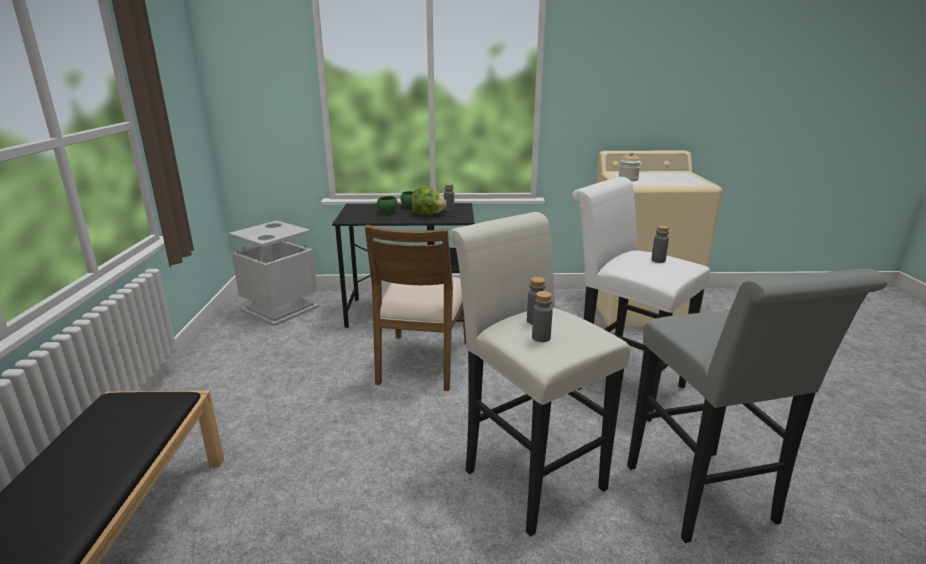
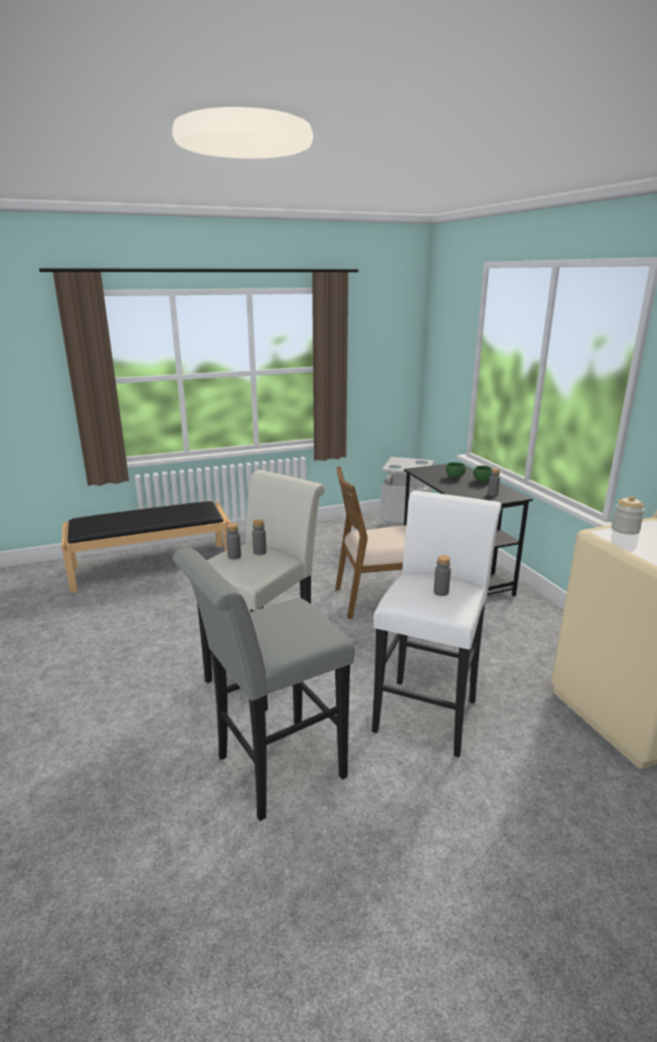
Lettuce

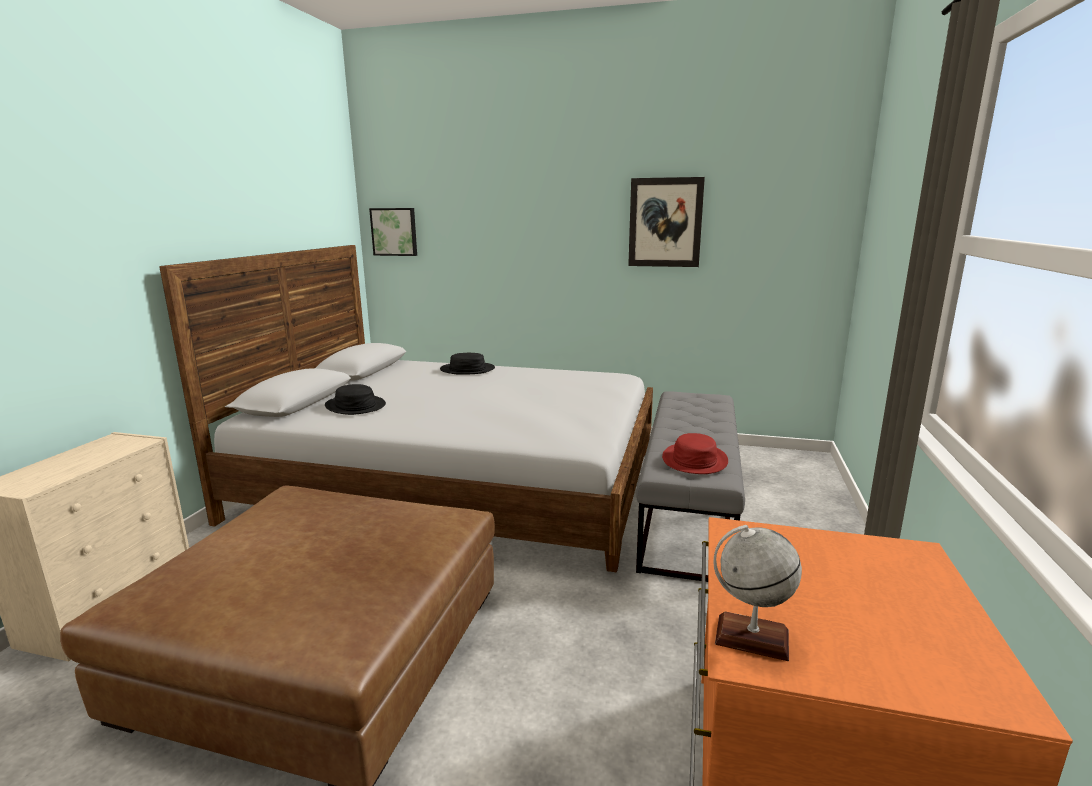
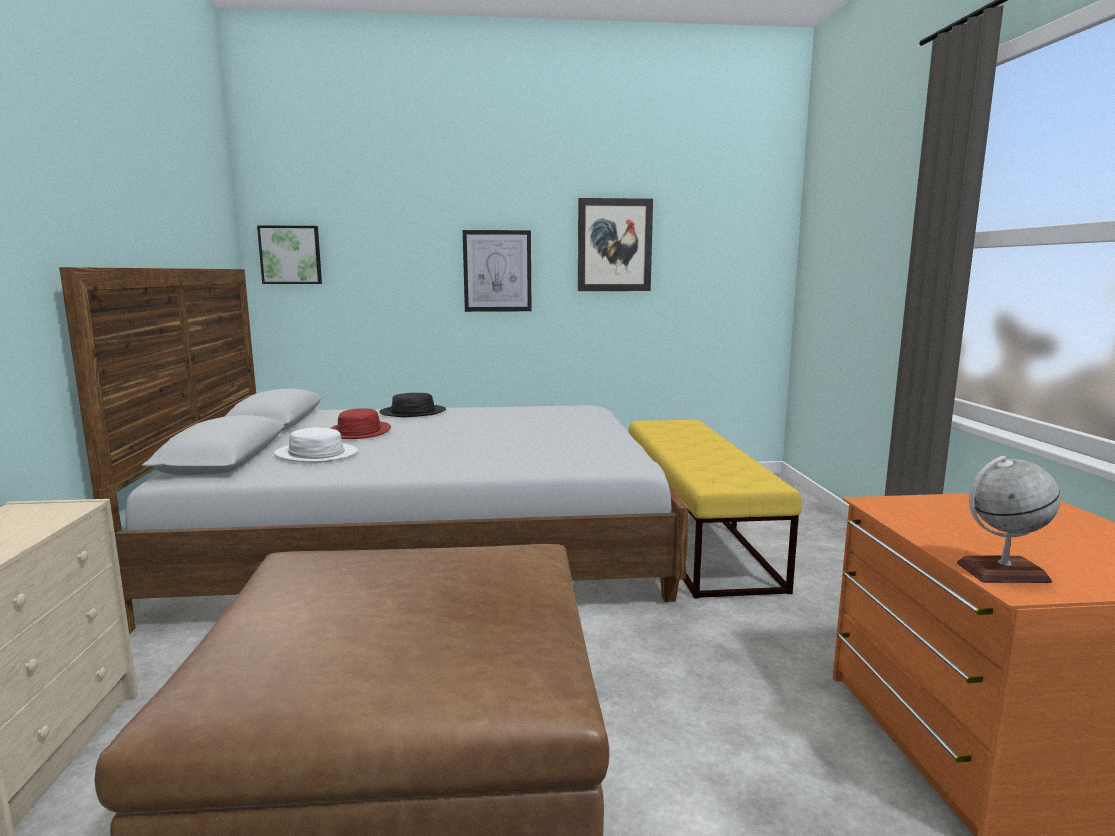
WhiteColouredWearableHat; YellowLongSeat; ReddishWearableHat; Picture (no. 2 from left)

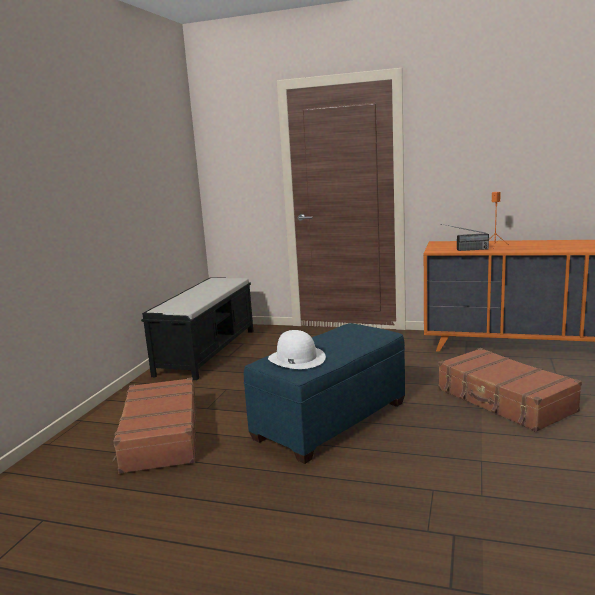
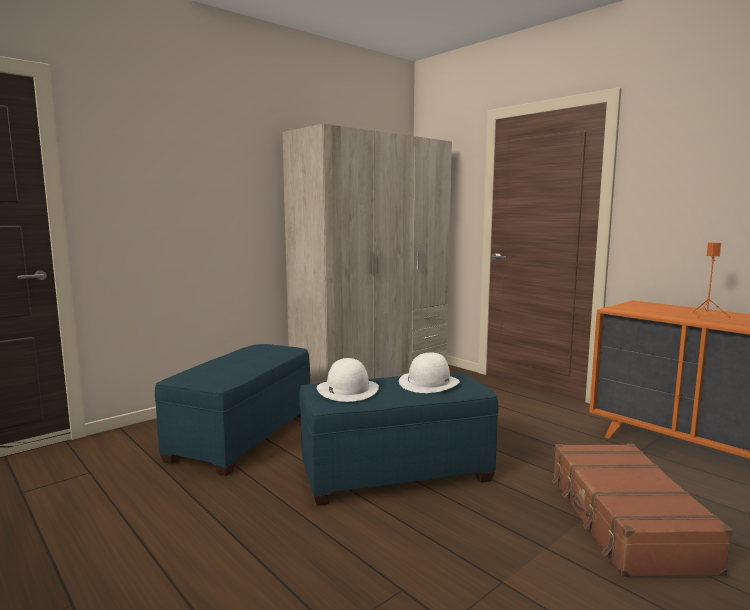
RadioReceiver; SandColouredWardrobe; BluishFootrest (no. 1 from left); WhiteColouredWearableHat (no. 2 from left)

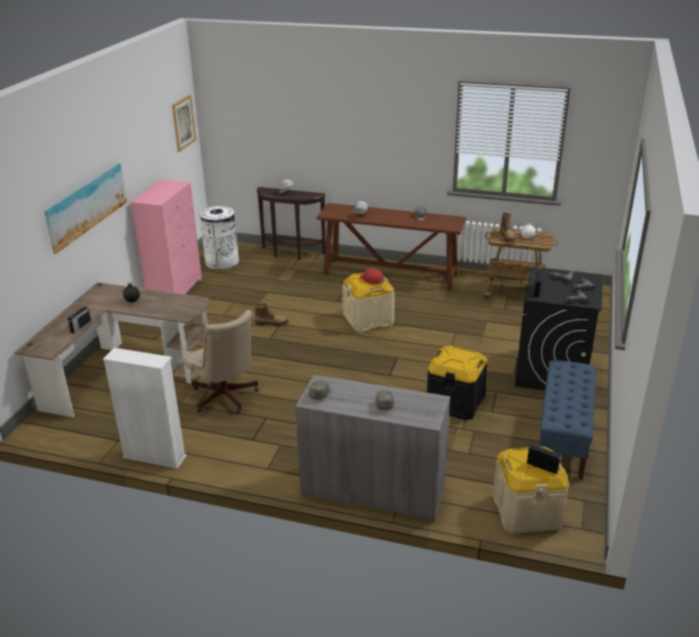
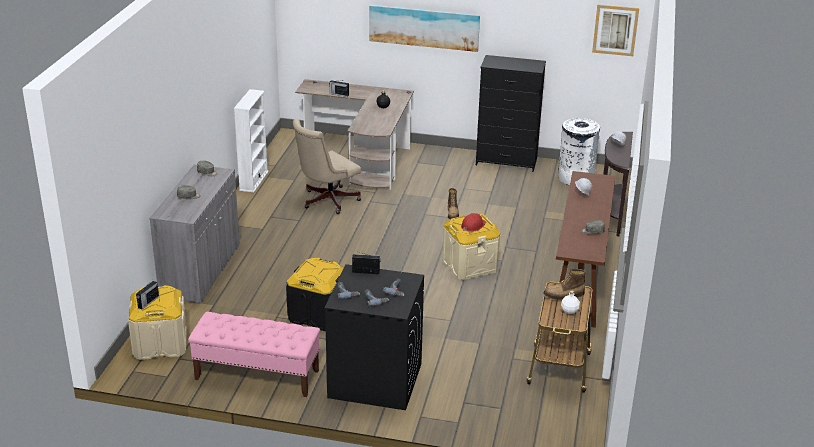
BlackChestOfDrawers; PinkishLongSeat

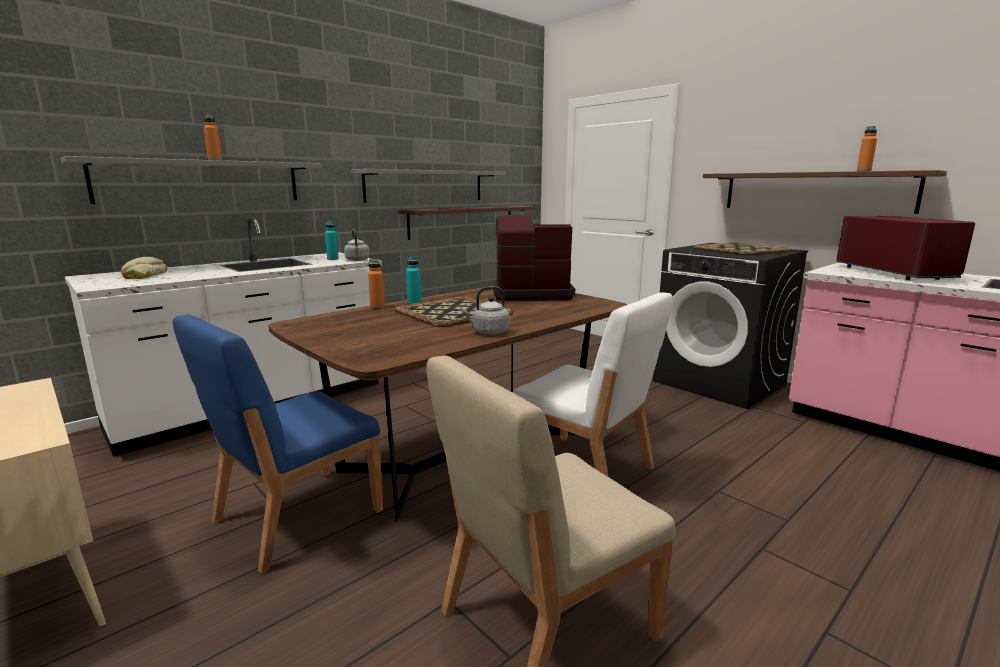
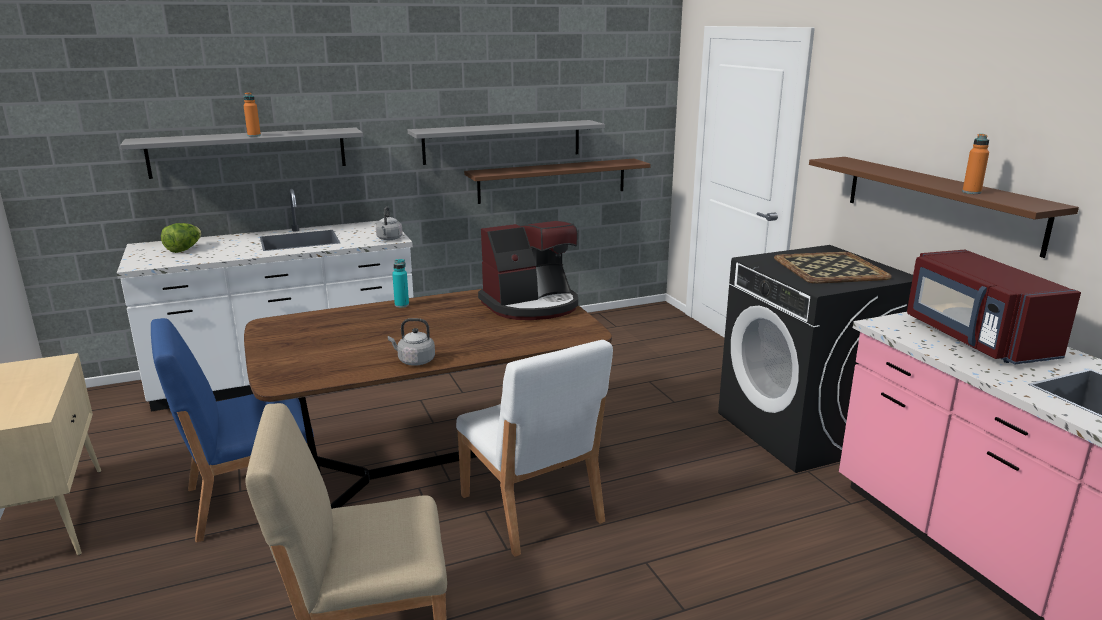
CoffeeMachine; ReddishKitchenMicrowave; TurquoiseColouredBeverageBottle (no. 1 from left in the first image); Lettuce; OrangeBeverageBottle (no. 2 from left in the first image); Tray (no. 1 from left in the first image)

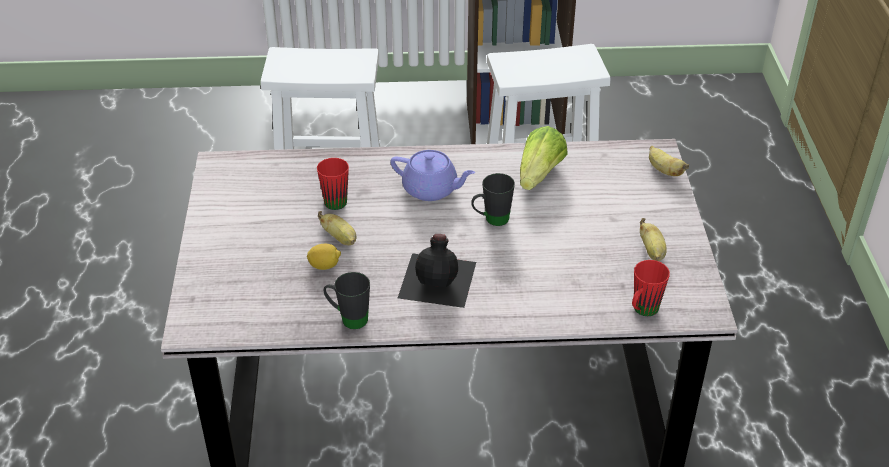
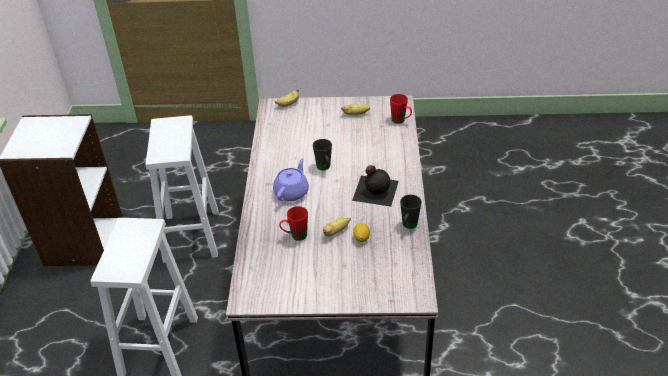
Lettuce

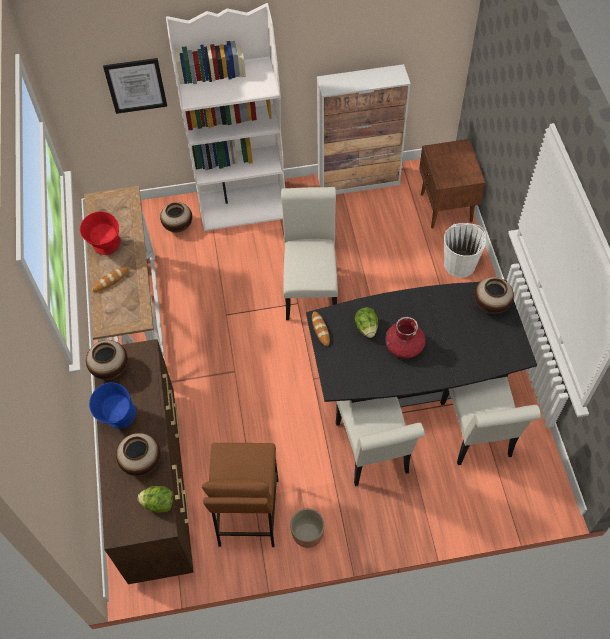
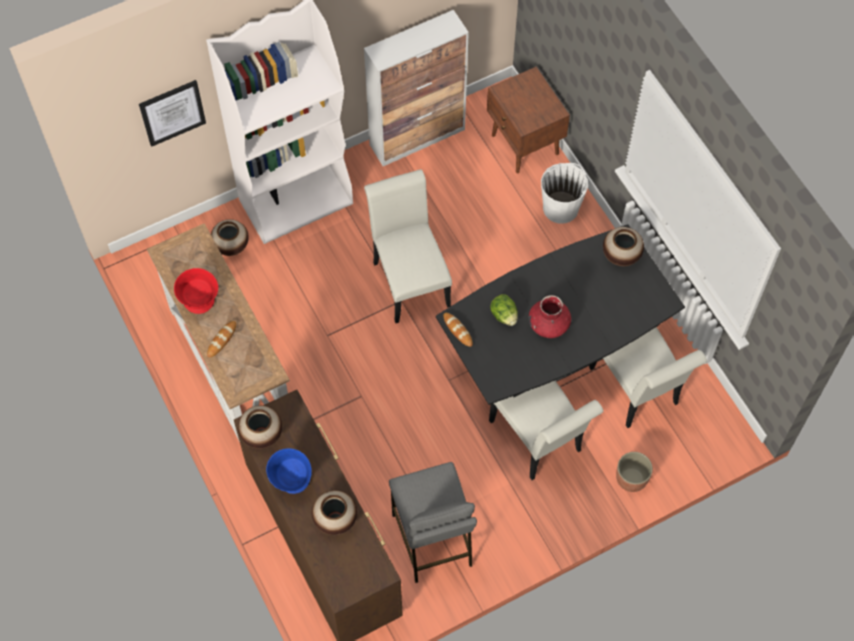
GreyStool; Lettuce (no. 1 from left in the first image); PlantPot

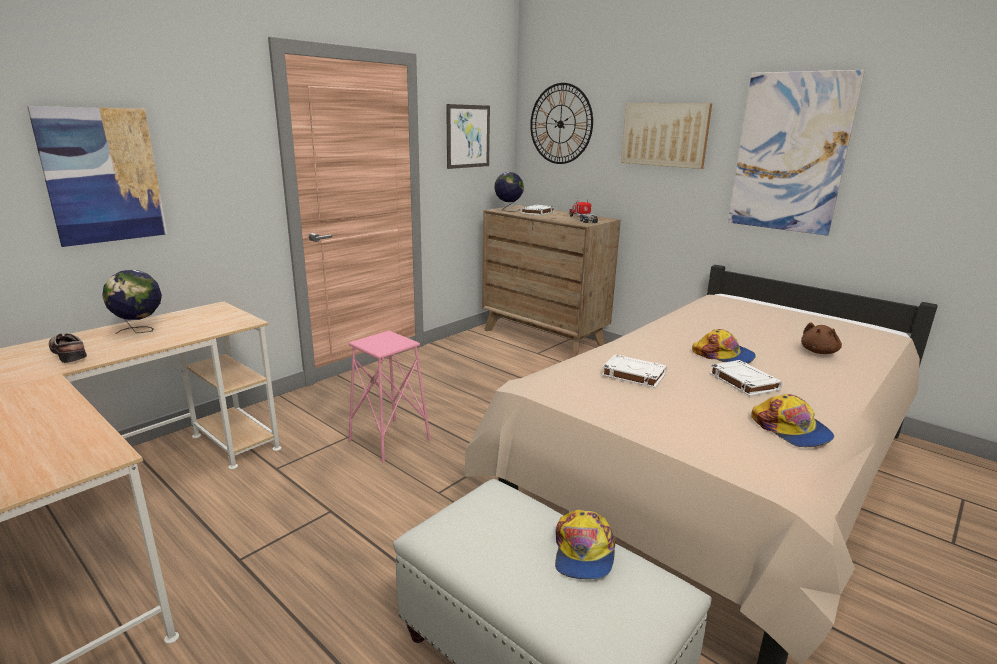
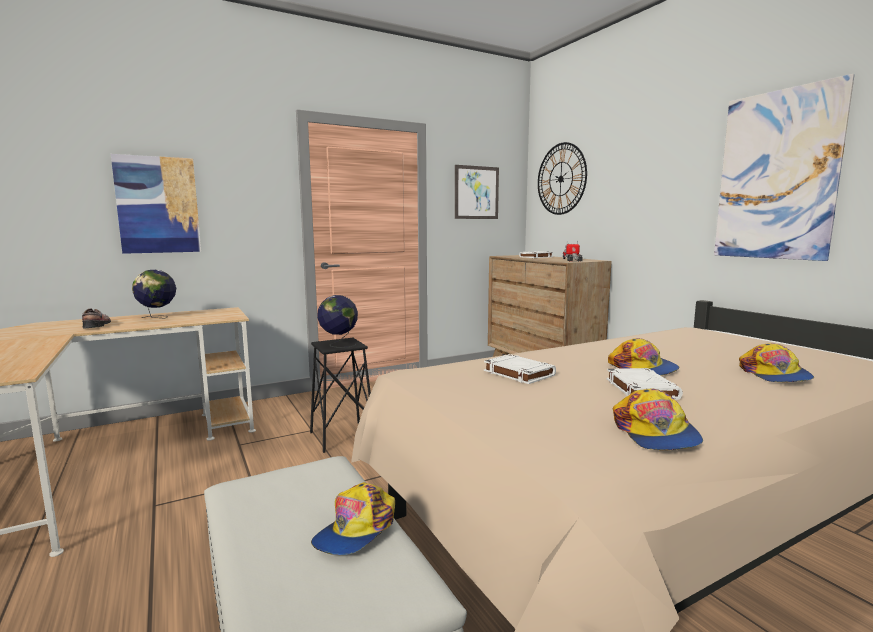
Picture (no. 3 from left in the first image); DeskGlobe (no. 2 from left); BaseballCap (no. 4 from left); BlackStool

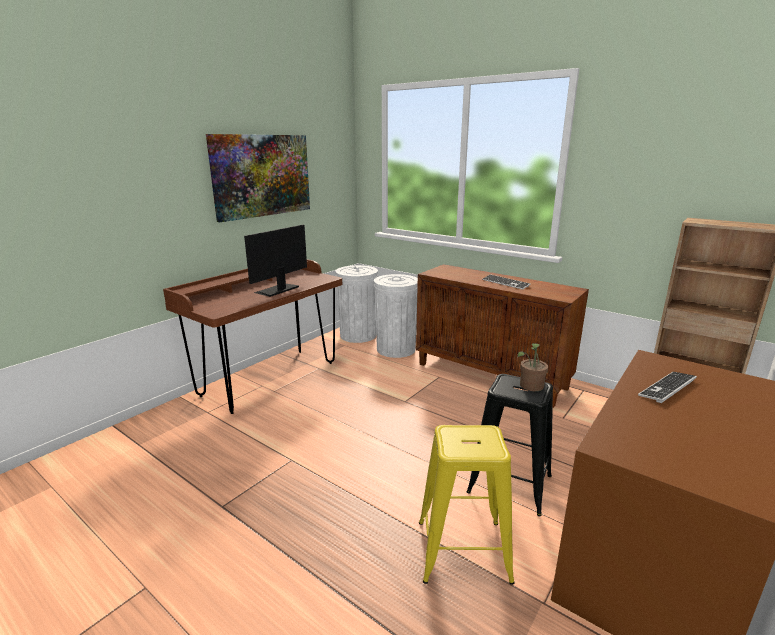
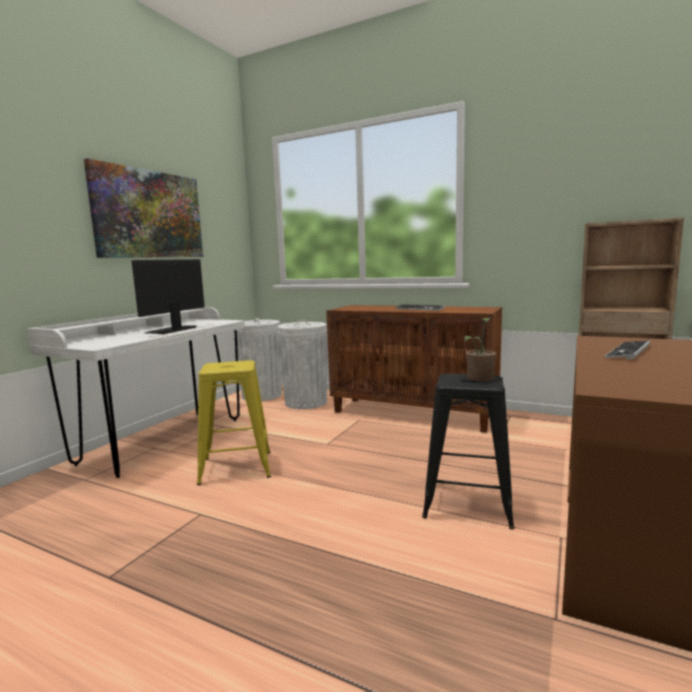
WhiteColouredDesk; YellowStool

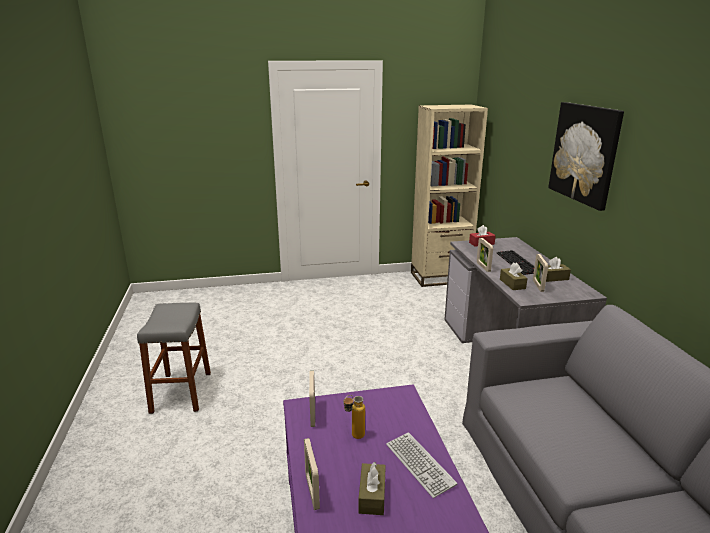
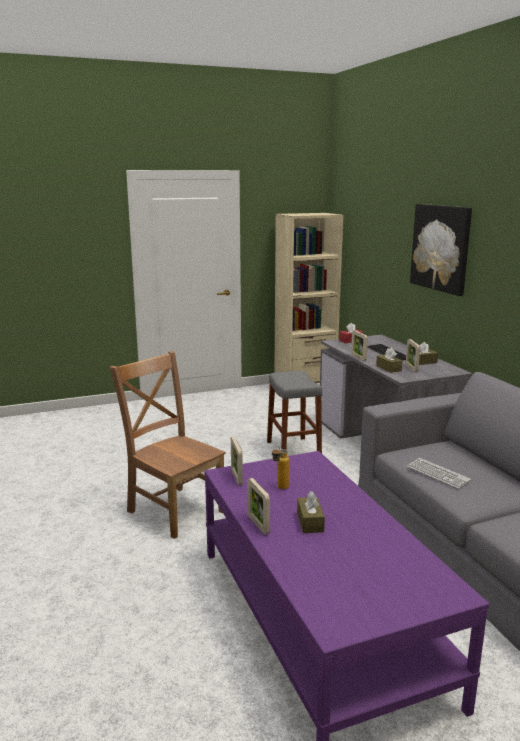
GreyStool; Keyboard (no. 2 from left); BrownPlainChair

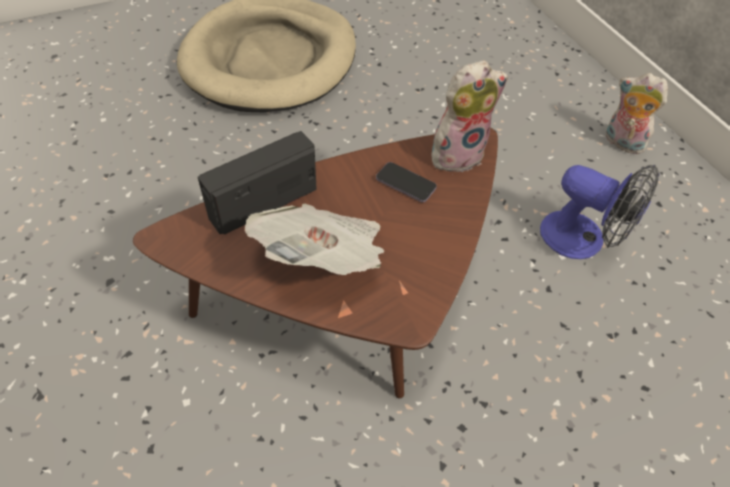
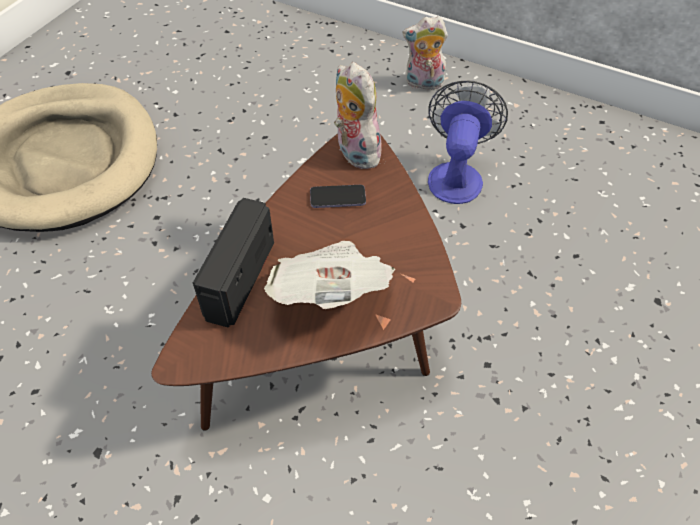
SoftToy (no. 1 from left); ElectricFan

